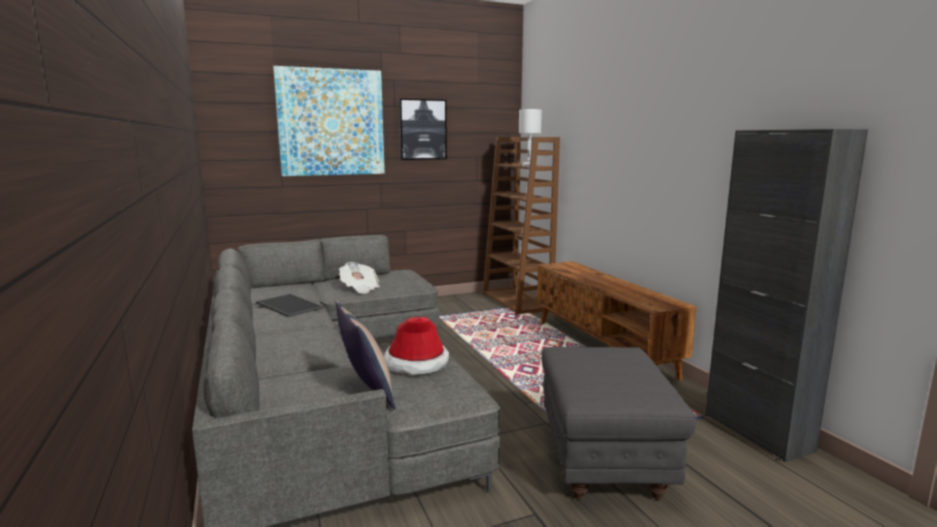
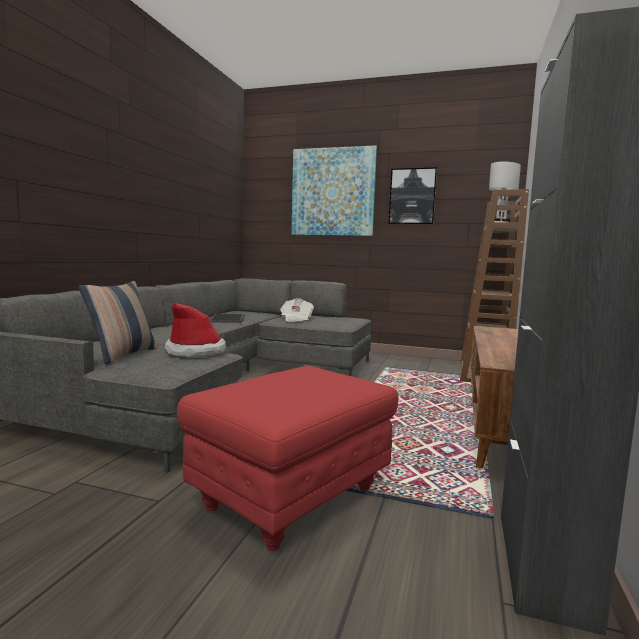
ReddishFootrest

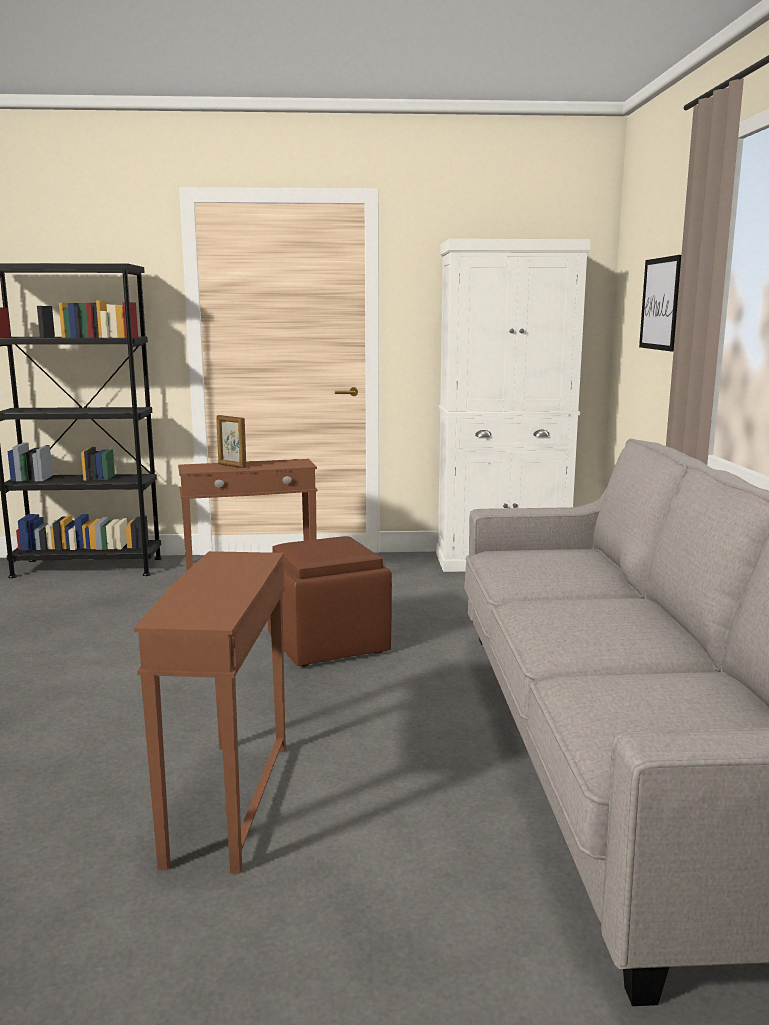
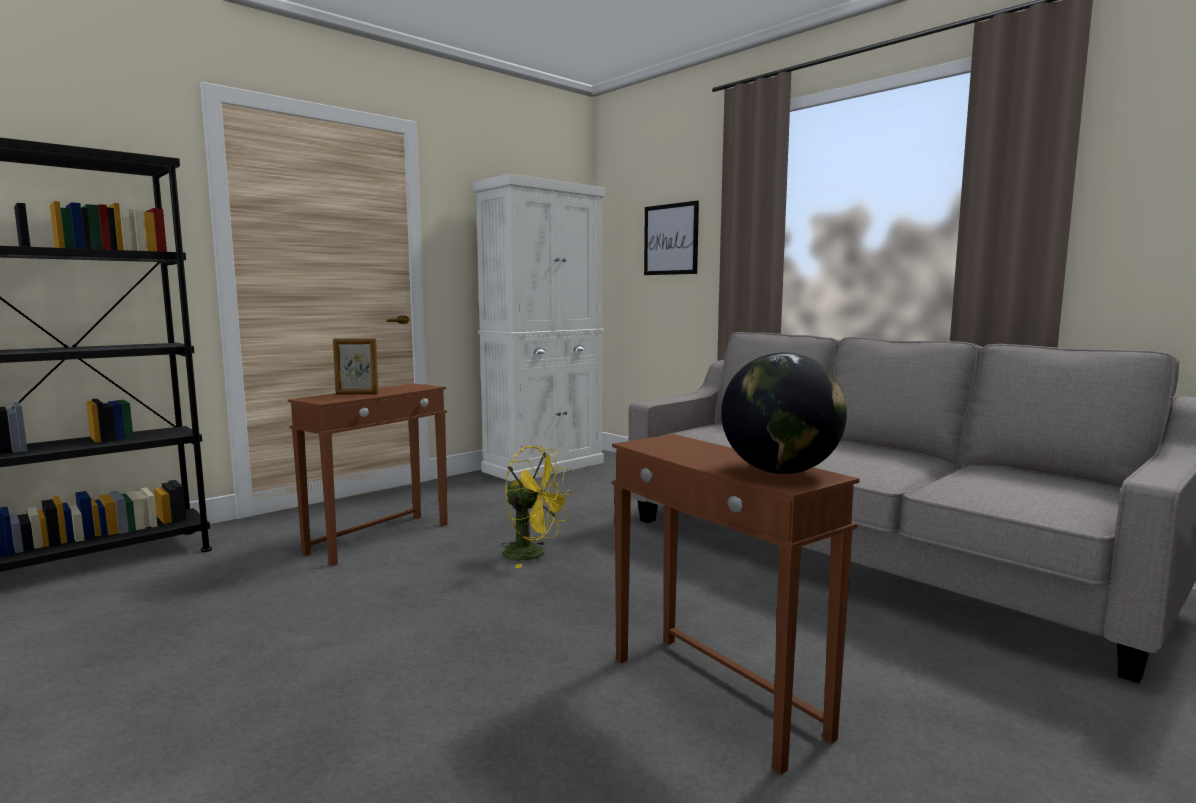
YellowElectricFan; DeskGlobe

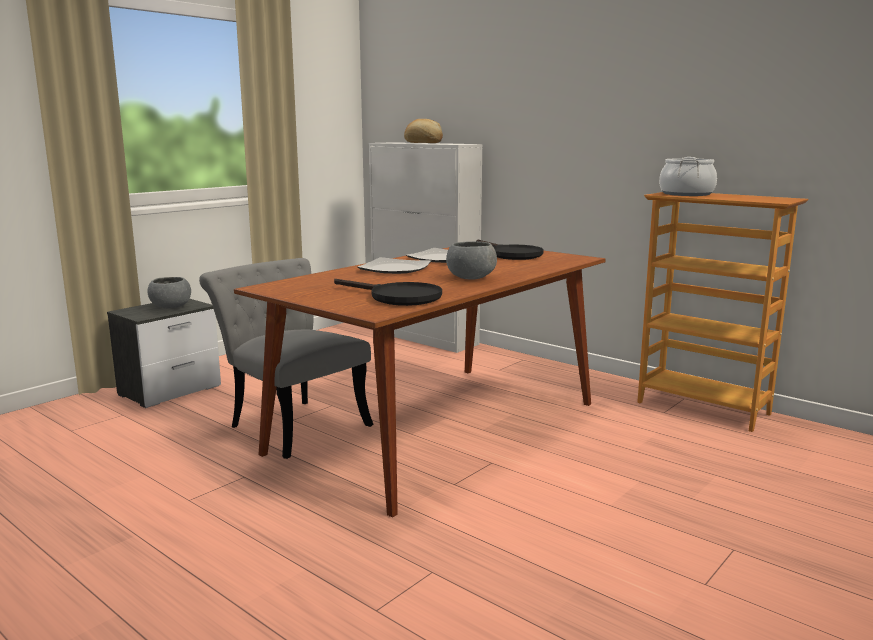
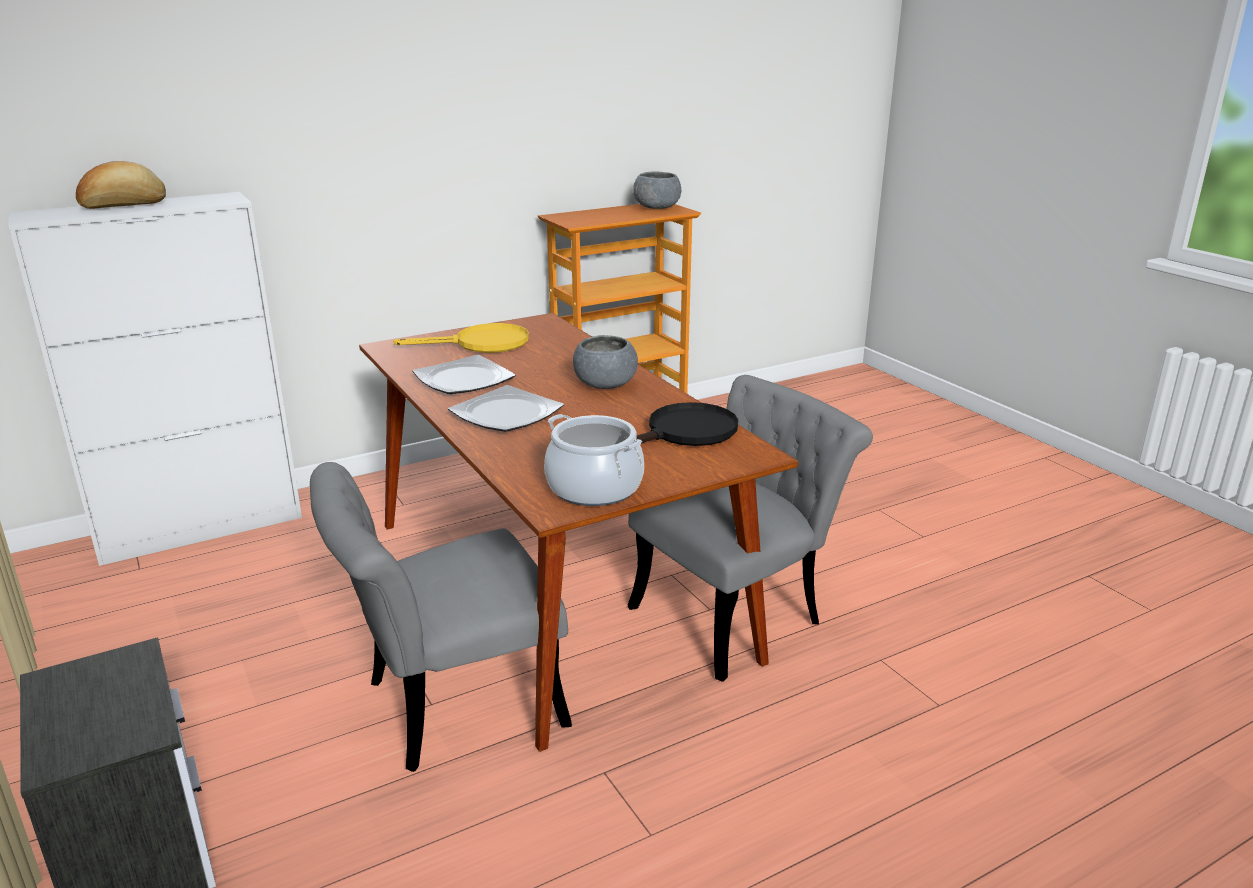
CookingPot; YellowPan; GreyServingBowl (no. 2 from left); GreyPlainChair (no. 2 from left)

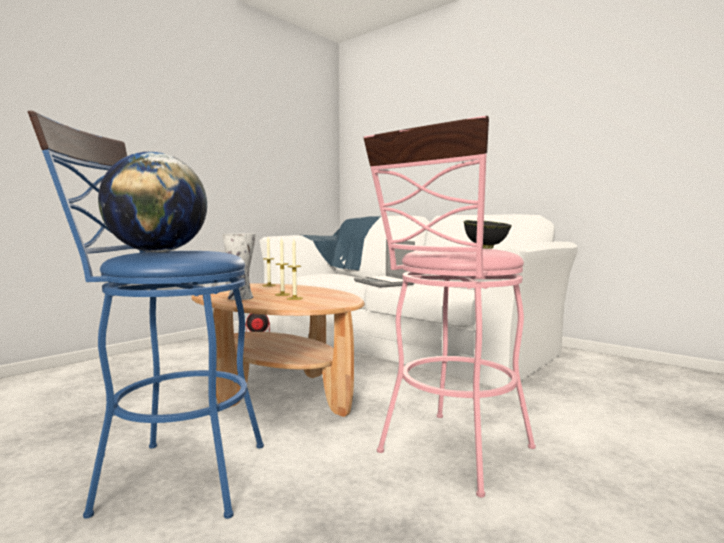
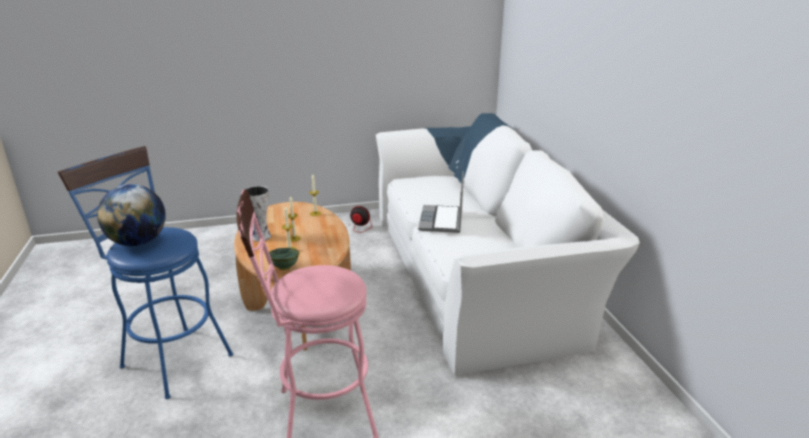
BlackServingBowl; GreenServingBowl

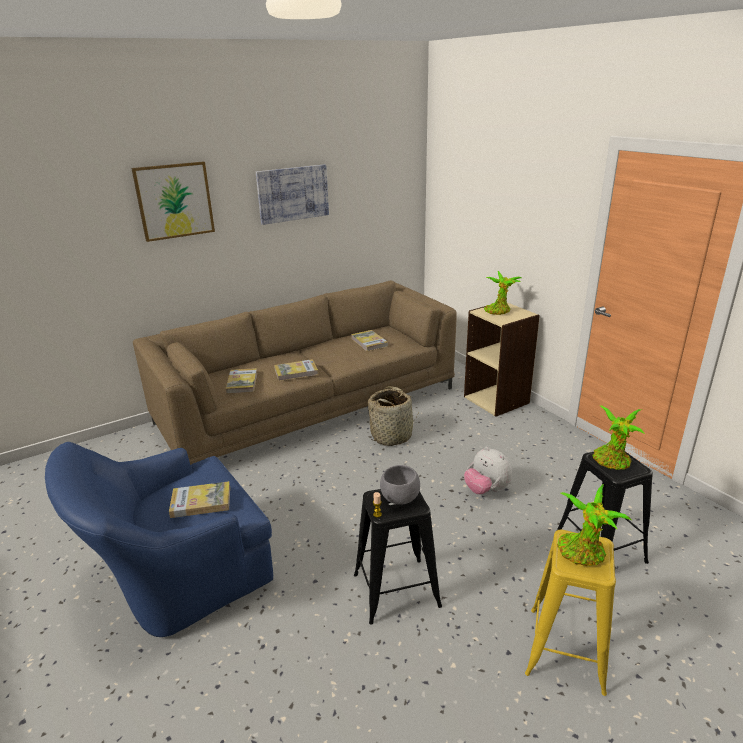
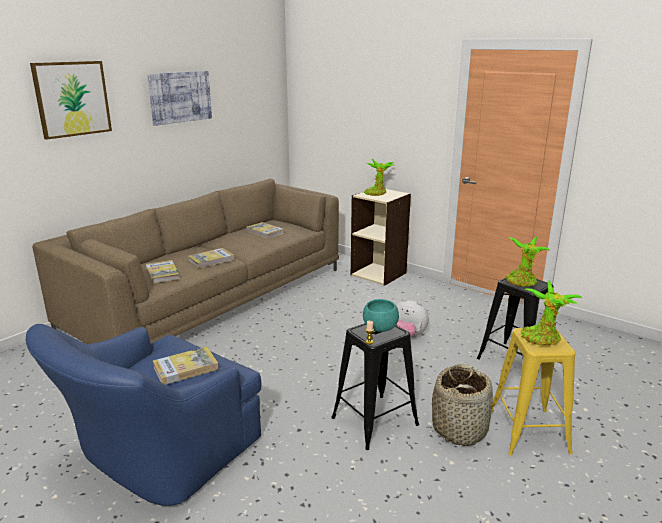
HouseholdBasket; TurquoiseColouredServingBowl

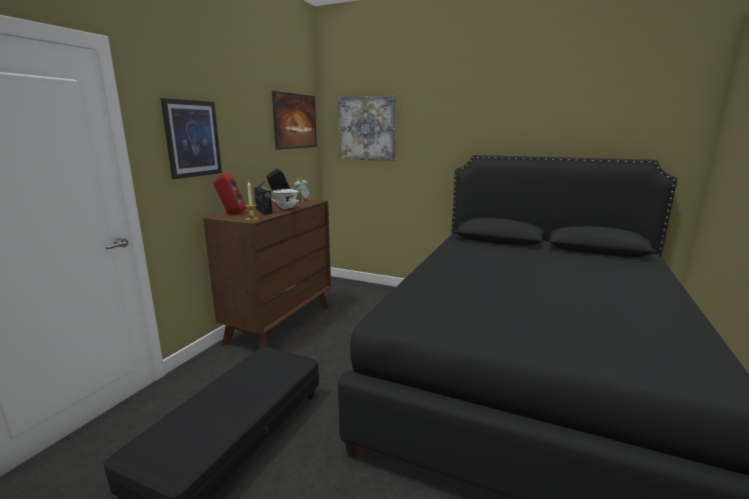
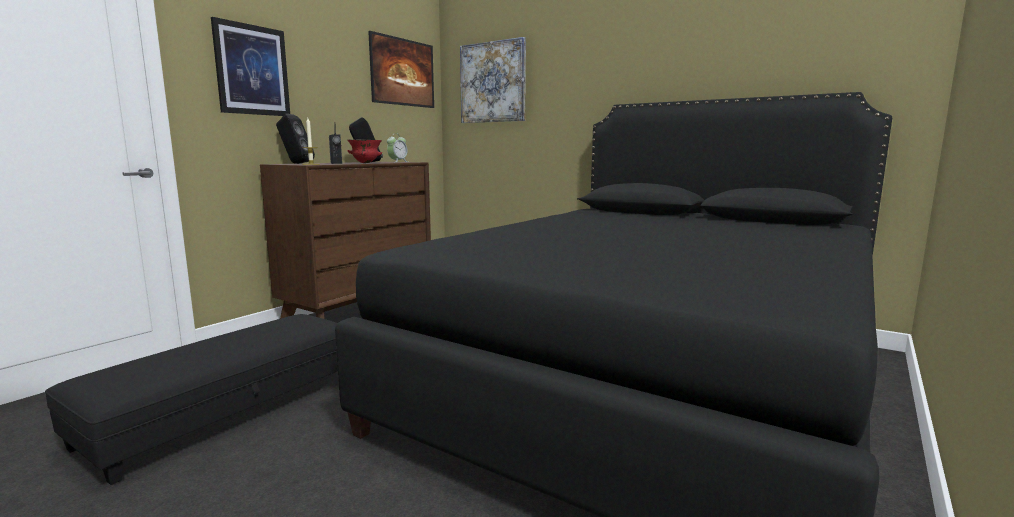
BlackLoudspeaker (no. 1 from left); ReddishServingBowl

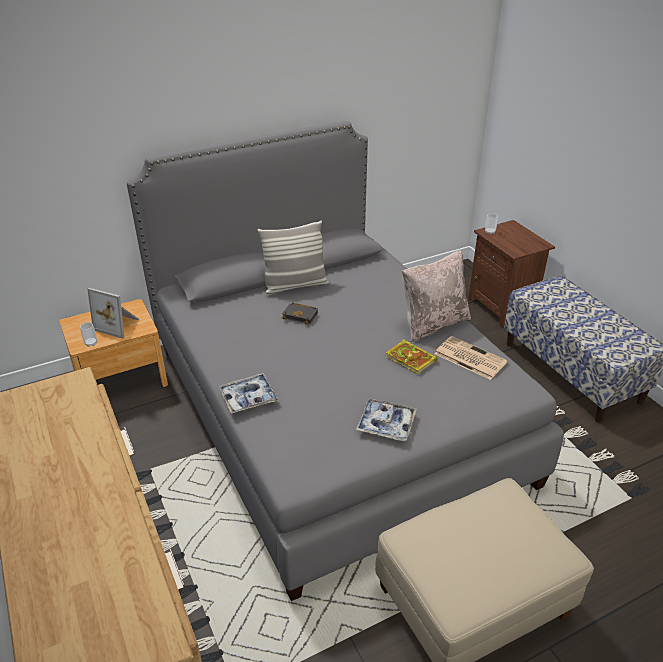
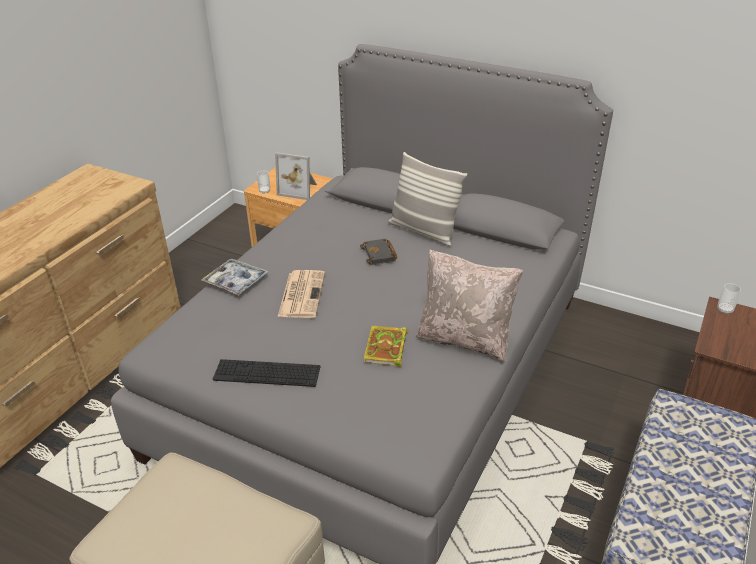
PhotoFrame; Newspaper; Keyboard

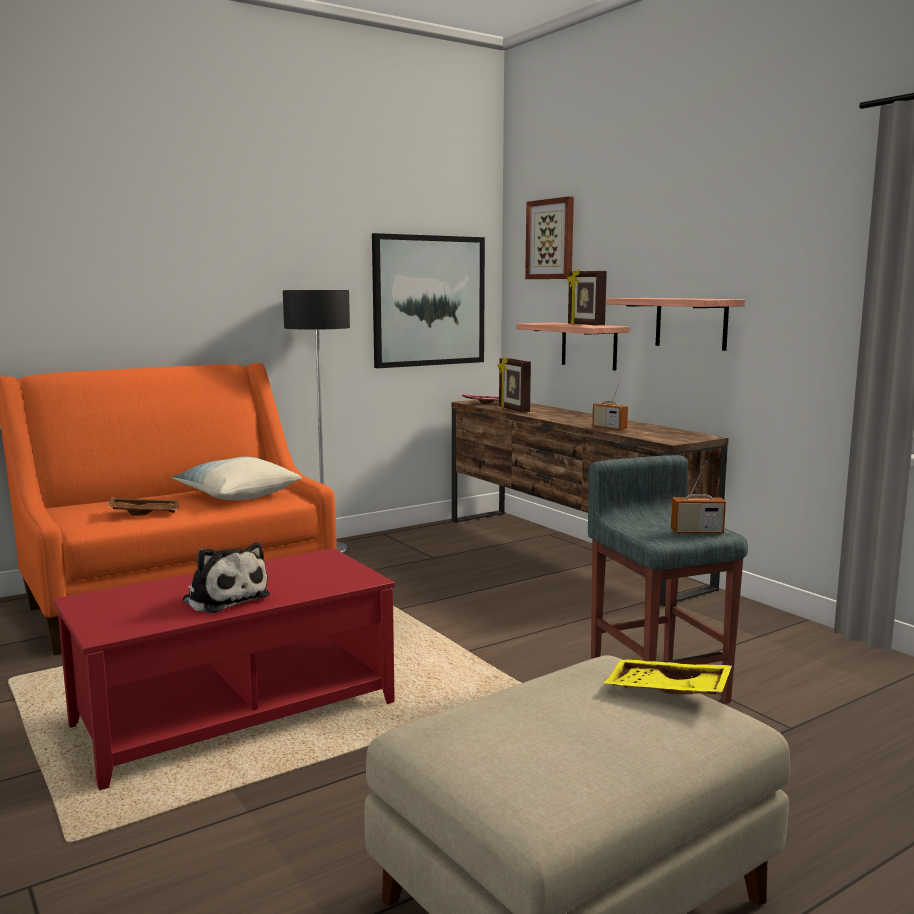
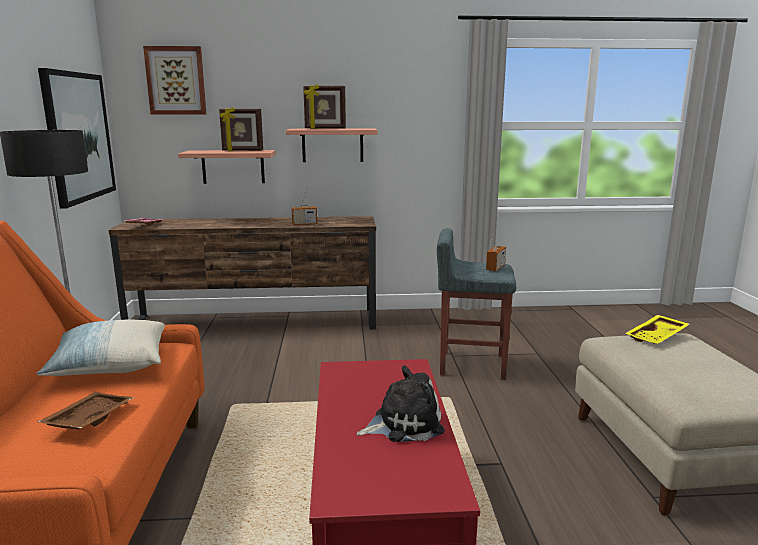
PhotoFrame (no. 2 from left)

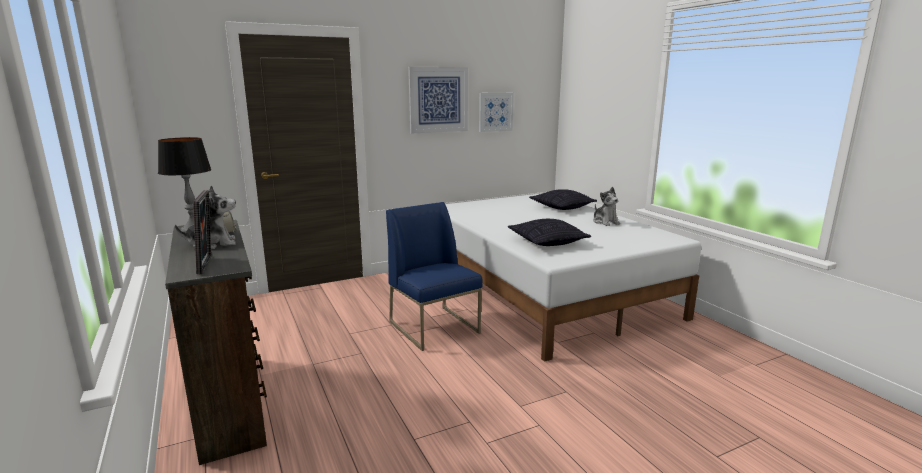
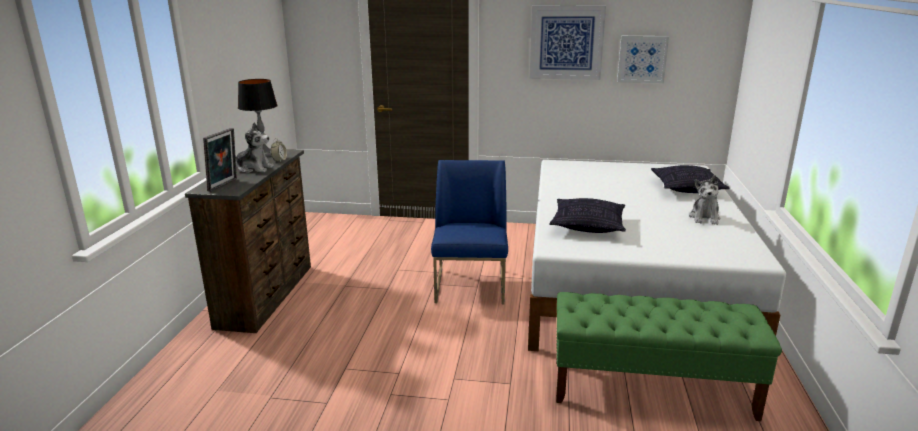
GreenLongSeat

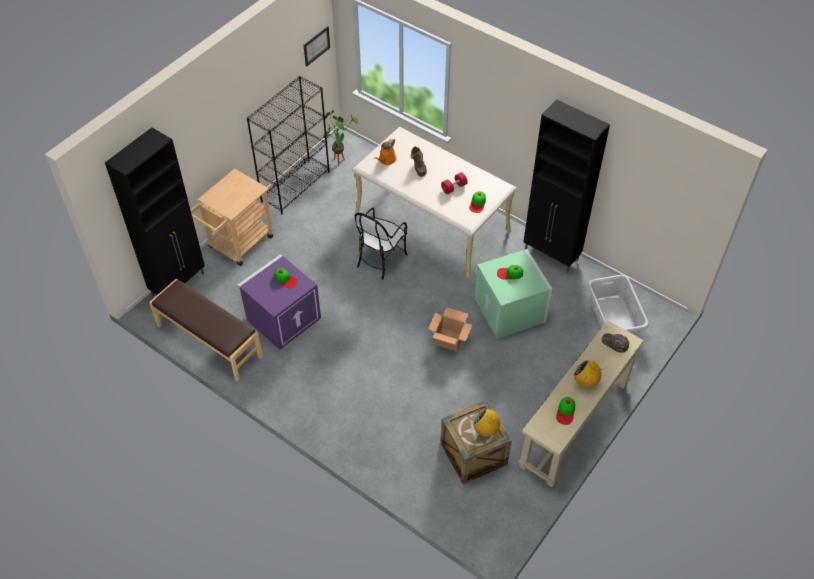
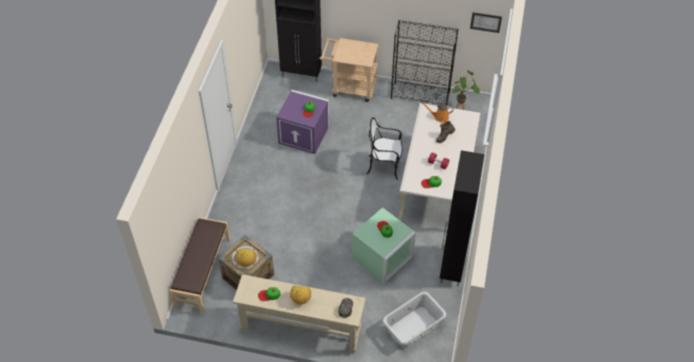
BrownLongSeat; CardboardBox

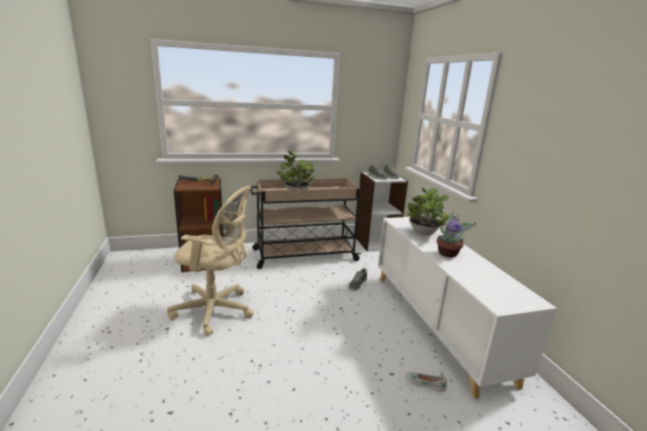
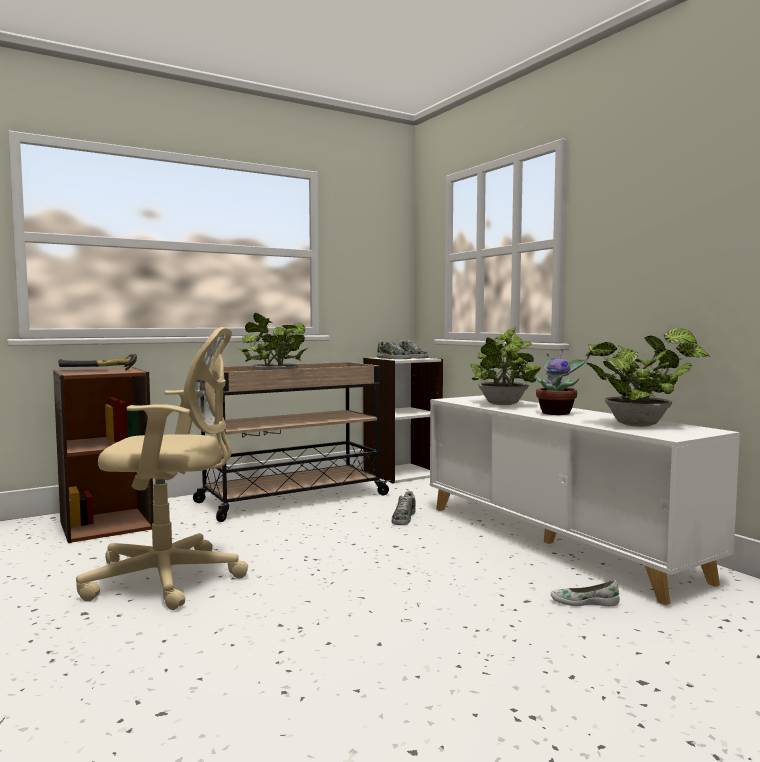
Houseplant (no. 4 from left)

